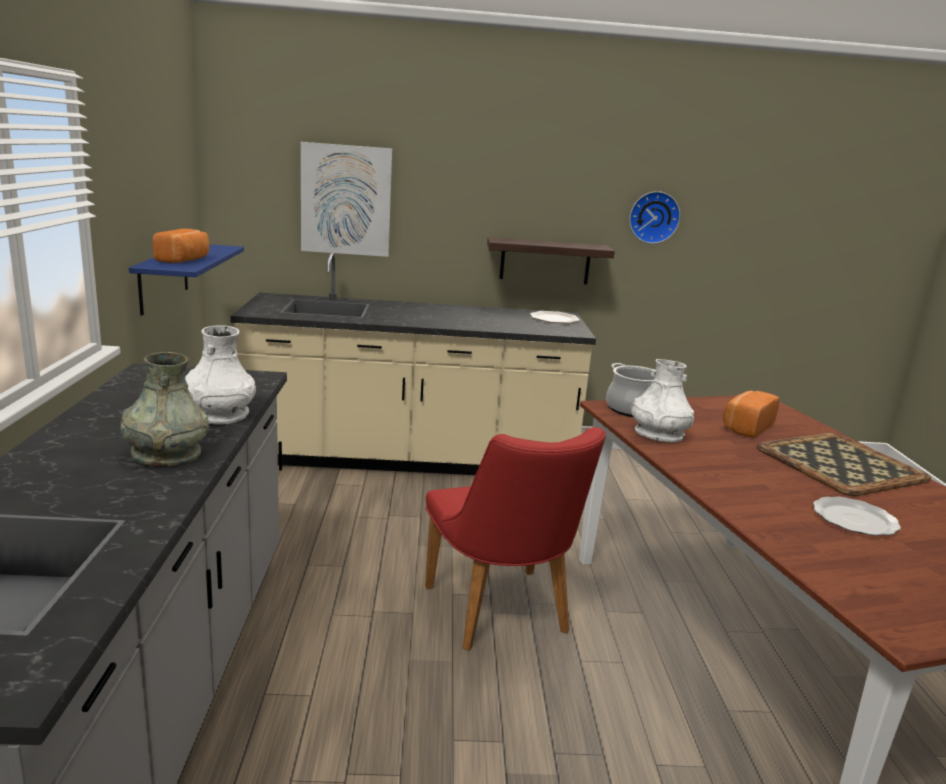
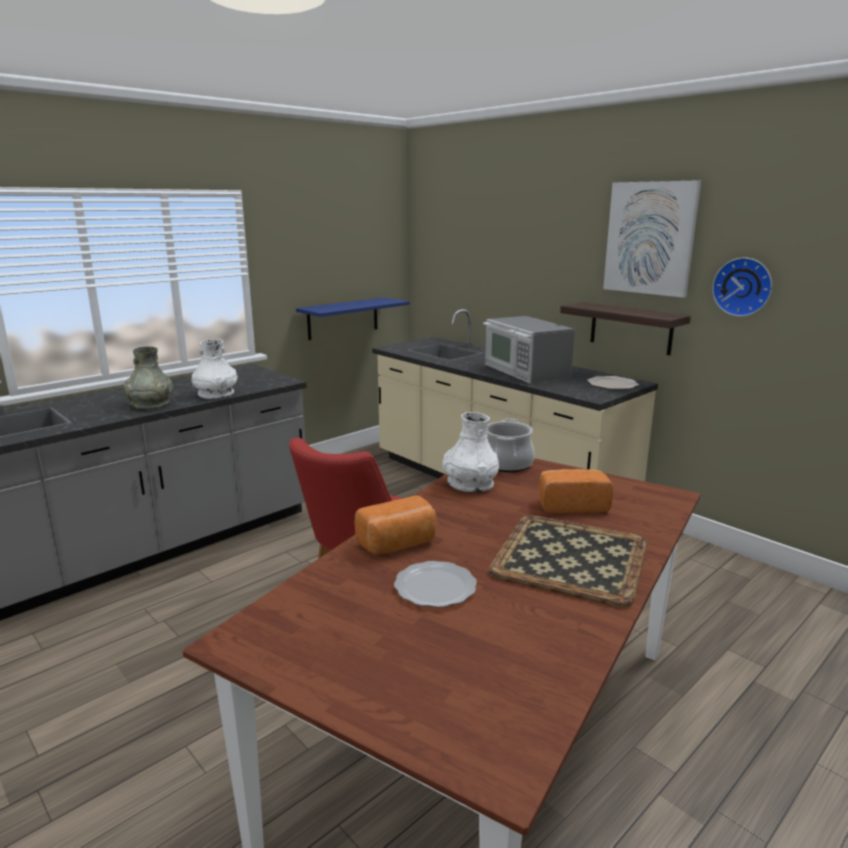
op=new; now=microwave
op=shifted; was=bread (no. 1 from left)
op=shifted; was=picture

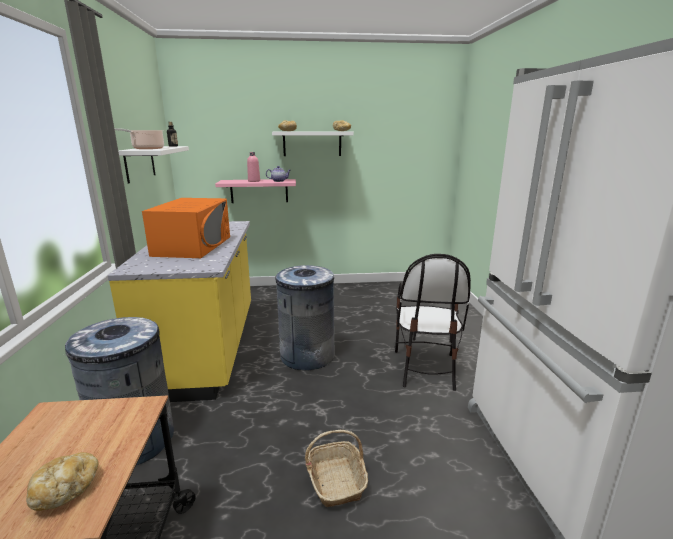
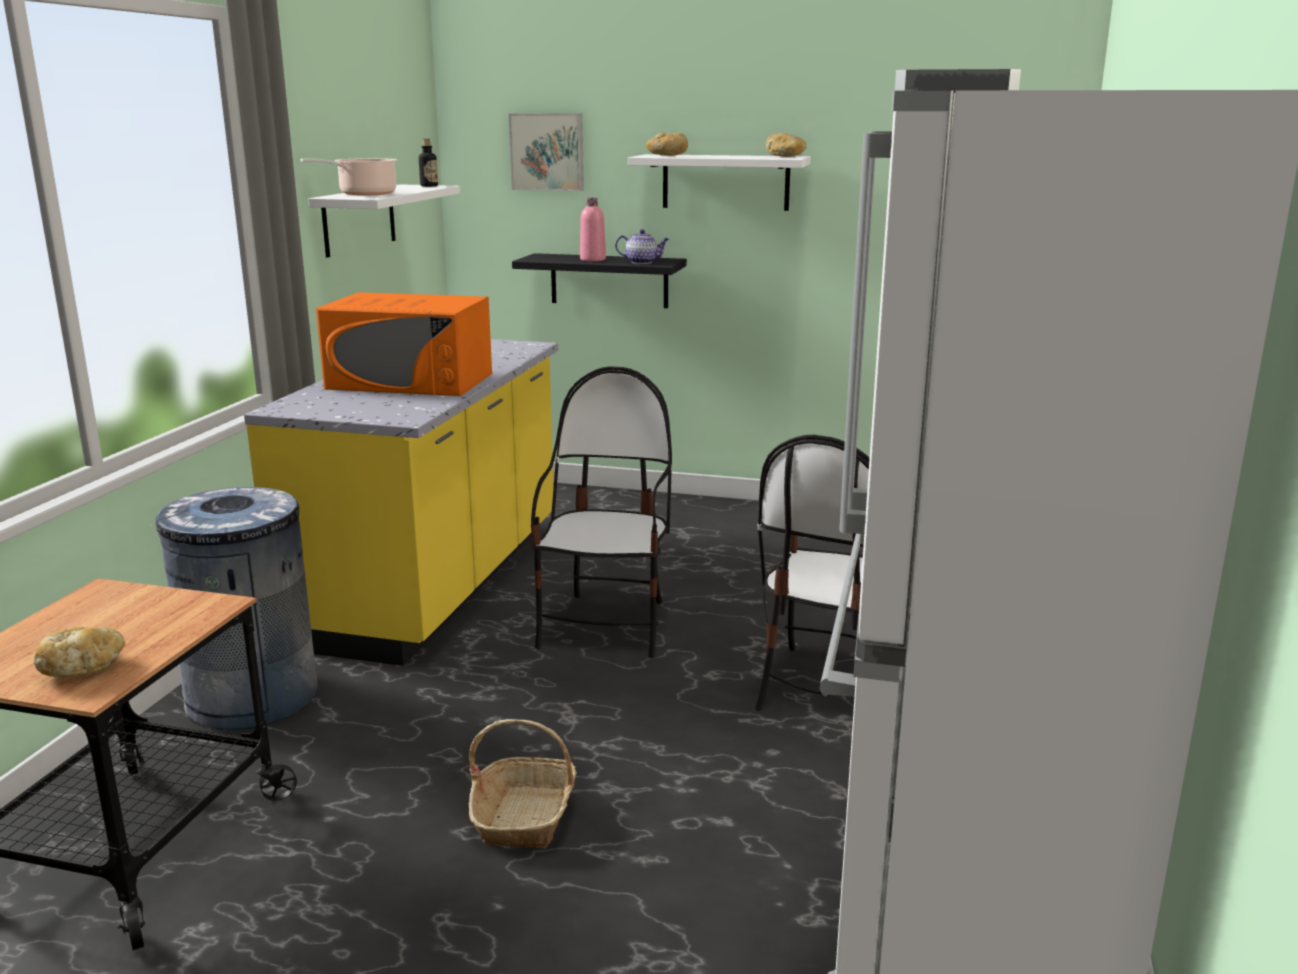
op=new; now=picture
op=swapped; was=trash can/grey (no. 2 from left); now=chair (no. 1 from left)
op=repainted; was=shelf/pink; now=shelf/black
op=rotated; was=microwave/orange; clockwise=75

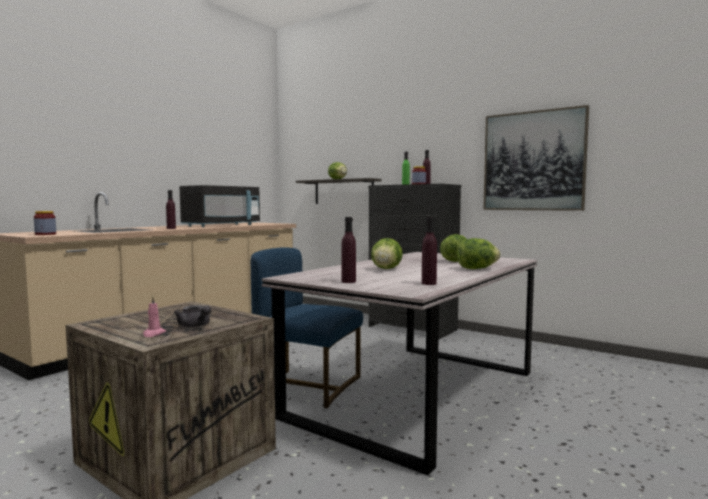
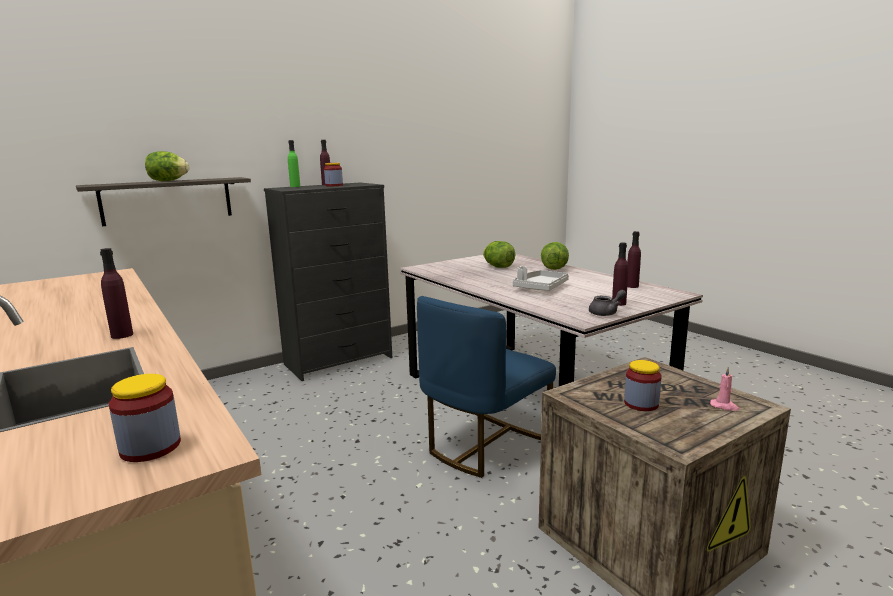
op=gone; was=microwave/black
op=gone; was=picture
op=new; now=jar (no. 3 from left)
op=shifted; was=teapot/grey
op=swapped; was=lettuce (no. 2 from left); now=tray/grey

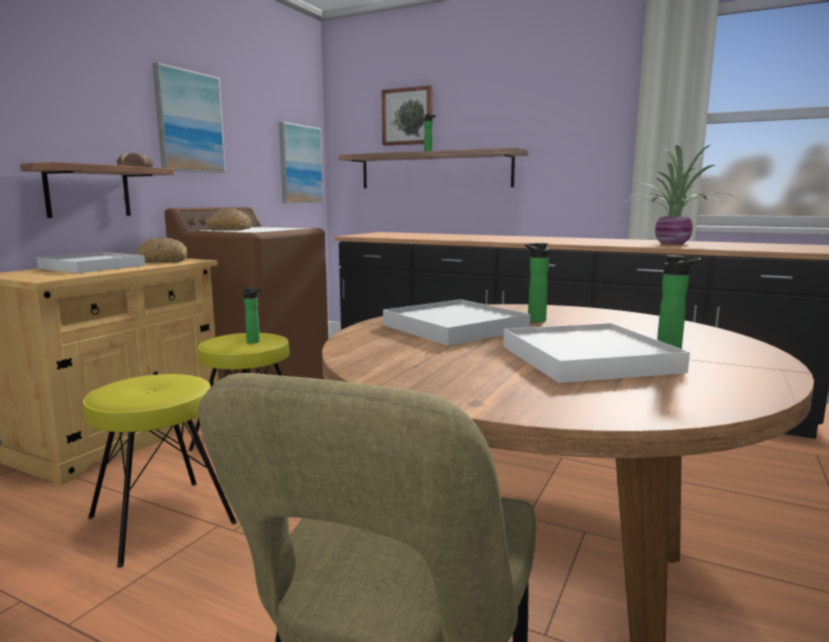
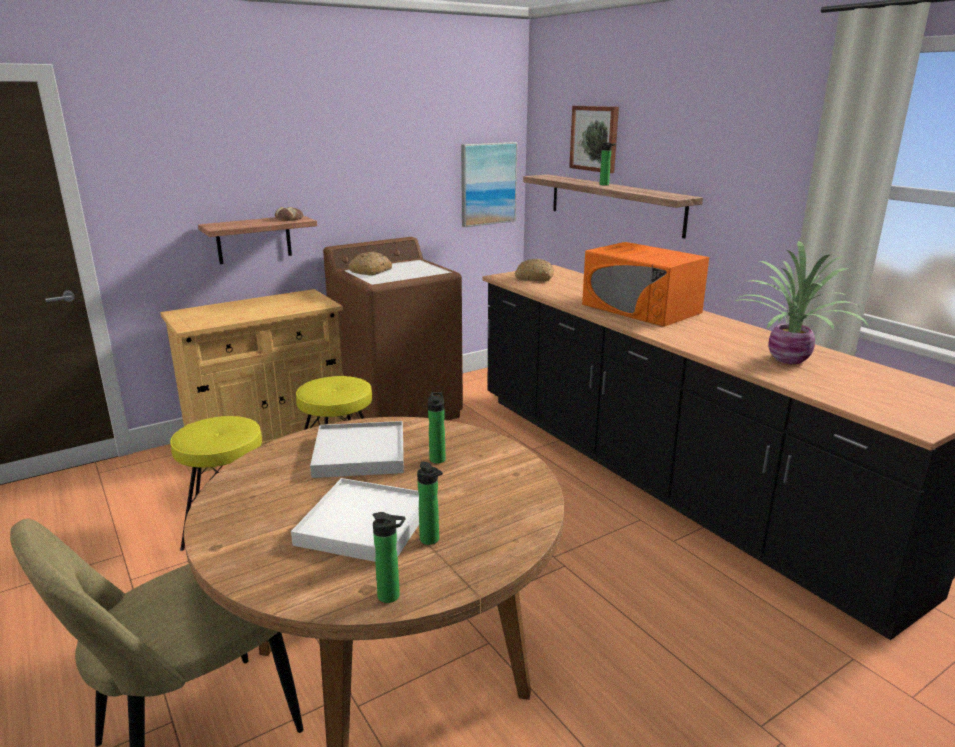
op=gone; was=tray/white (no. 1 from left)
op=gone; was=picture (no. 1 from left)
op=new; now=microwave/orange
op=shifted; was=bread (no. 2 from left in the first image); now=bread (no. 3 from left)
op=shifted; was=bottle (no. 1 from left)

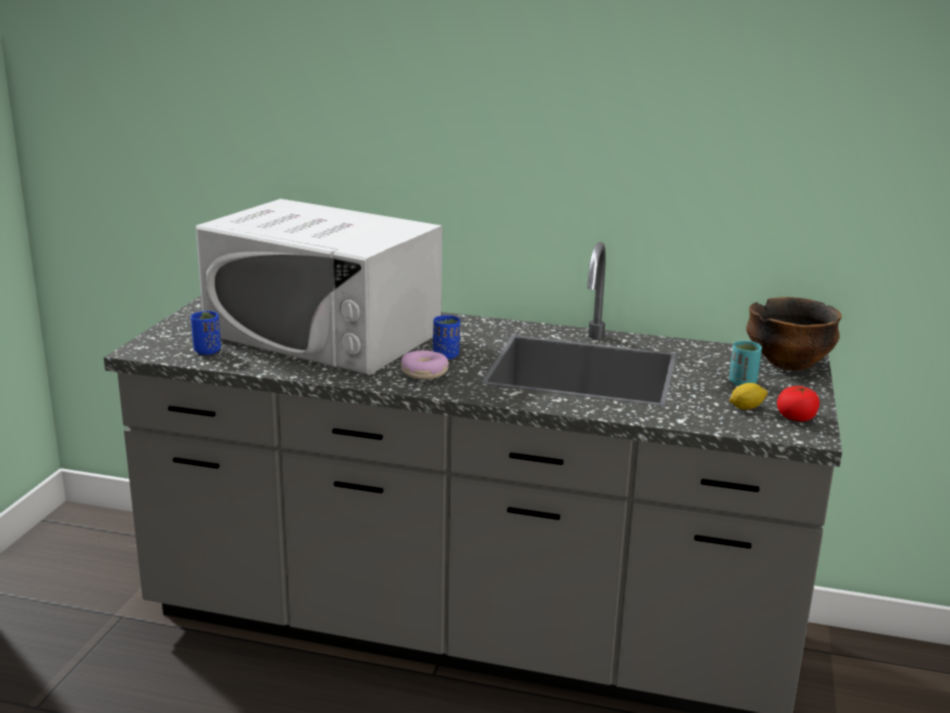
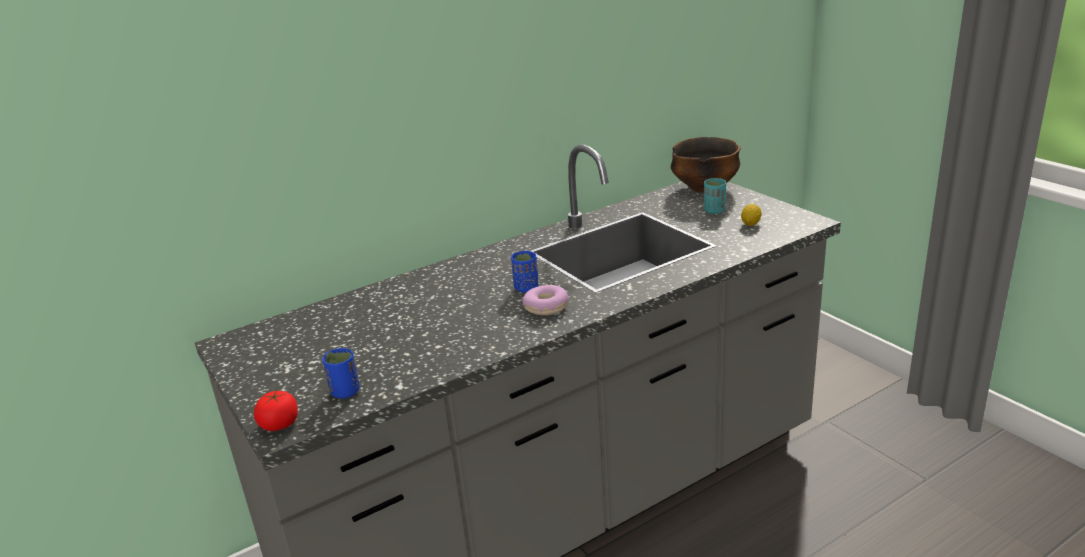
op=gone; was=microwave/white
op=shifted; was=tomato

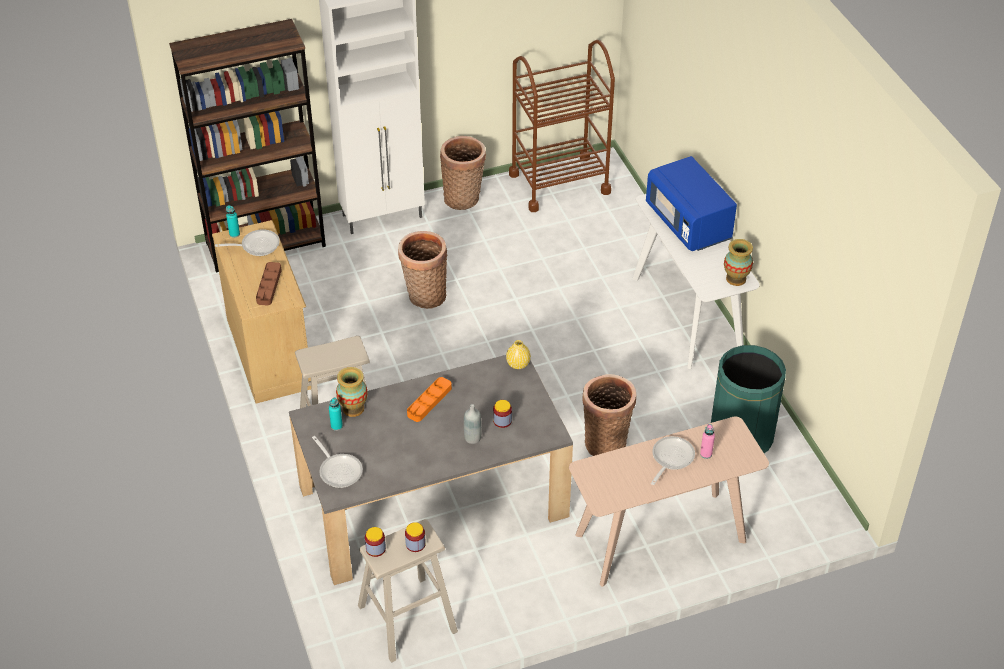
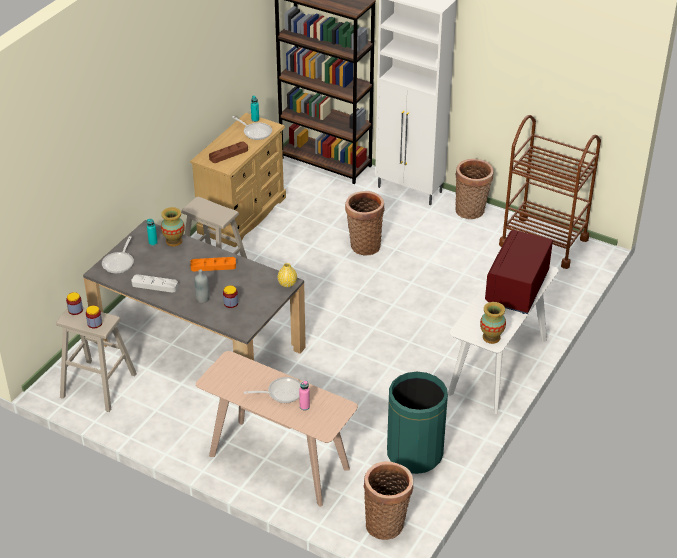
op=new; now=tray/grey
op=shifted; was=basket (no. 3 from left in the first image); now=basket (no. 2 from left)
op=repainted; was=microwave/blue; now=microwave/red

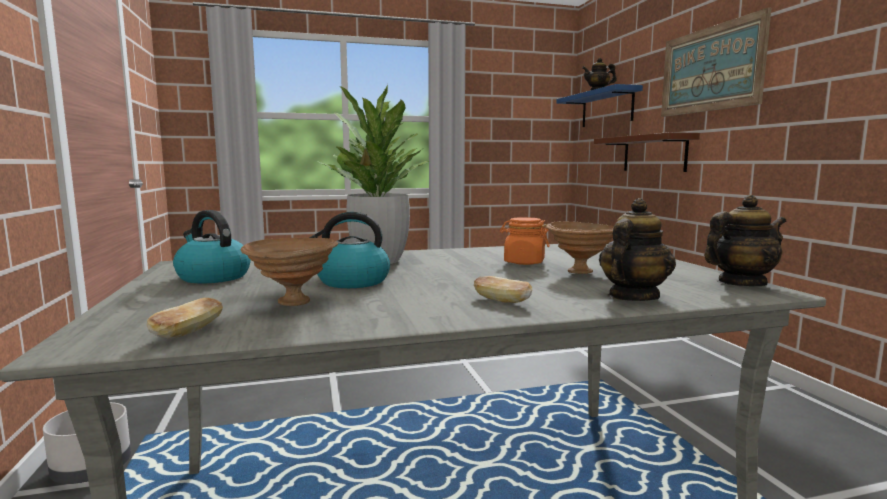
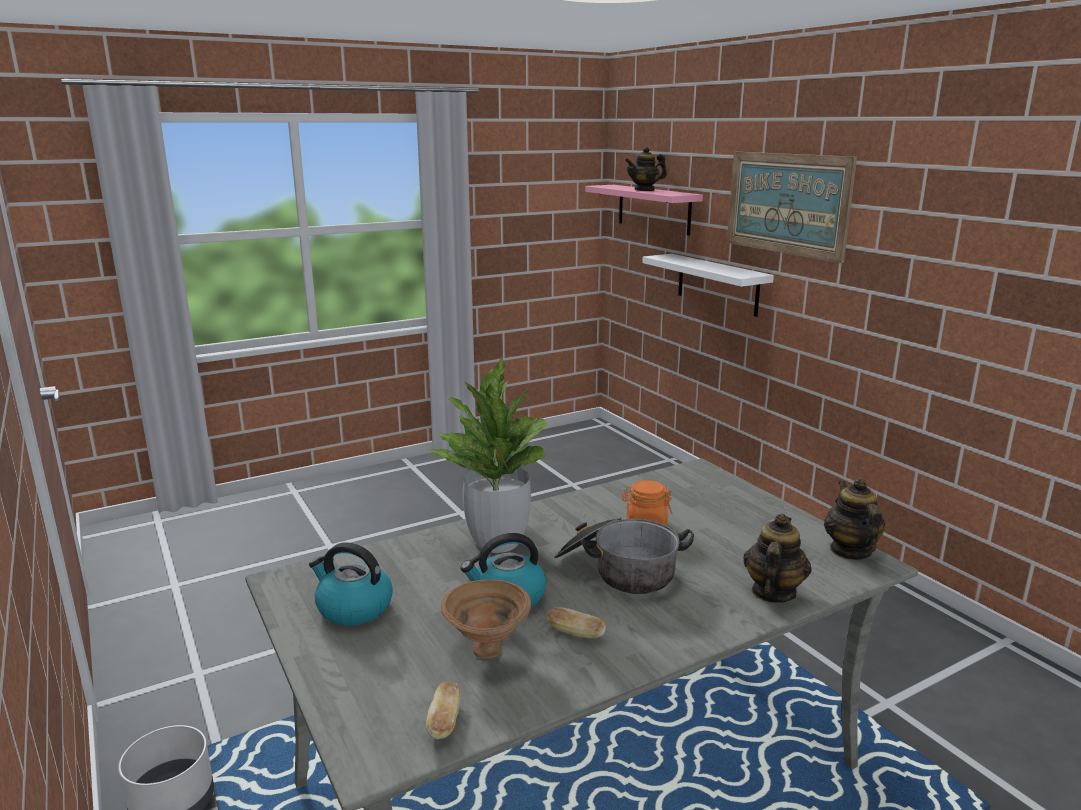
op=gone; was=bowl/brown (no. 2 from left)
op=new; now=cooking pot
op=shifted; was=bread (no. 2 from left)
op=repainted; was=shelf/blue; now=shelf/pink
op=repainted; was=shelf/brown; now=shelf/white
op=rotated; was=teapot (no. 3 from left); clockwise=-60

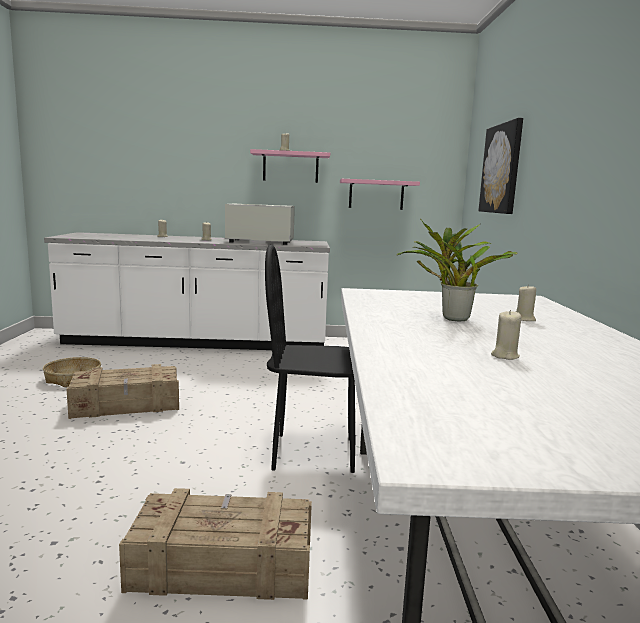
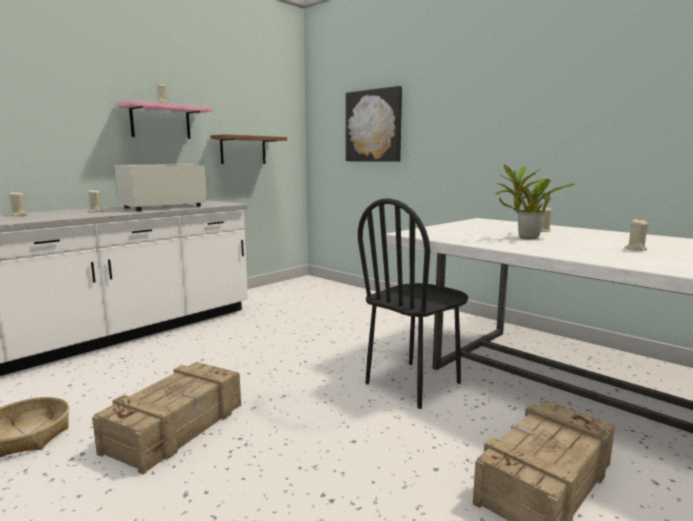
op=repainted; was=shelf/pink (no. 2 from left); now=shelf/brown

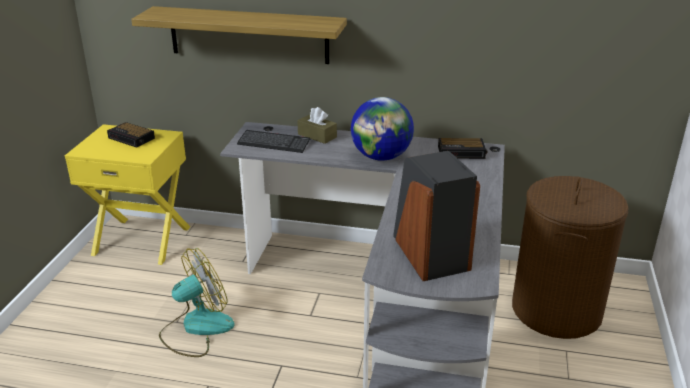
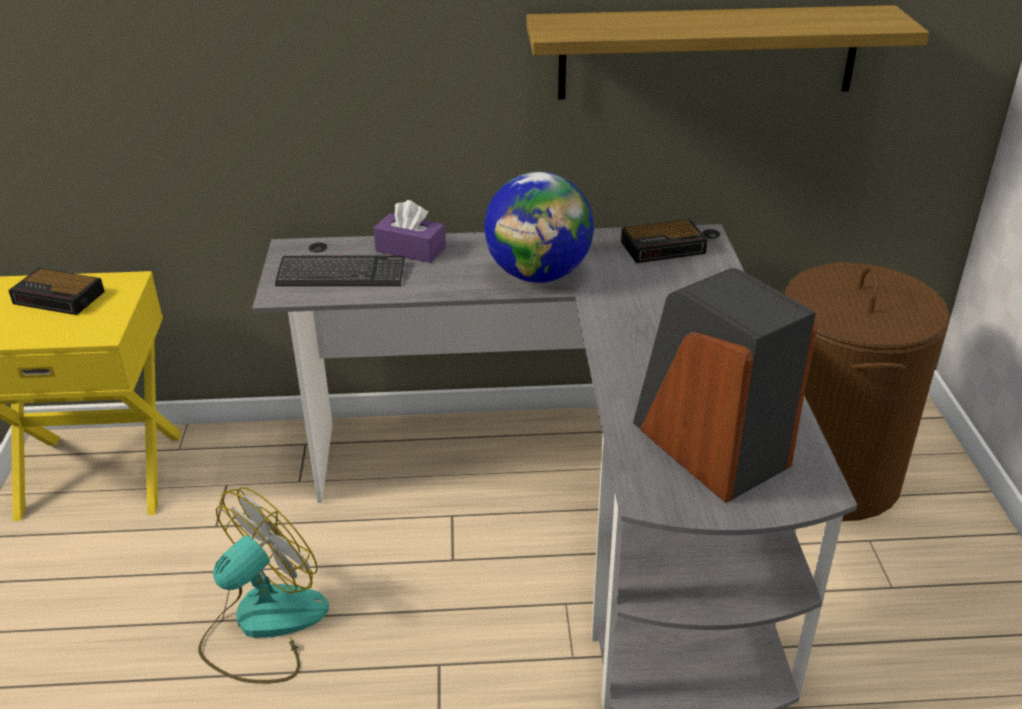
op=shifted; was=shelf
op=repainted; was=tissue box/brown; now=tissue box/purple

